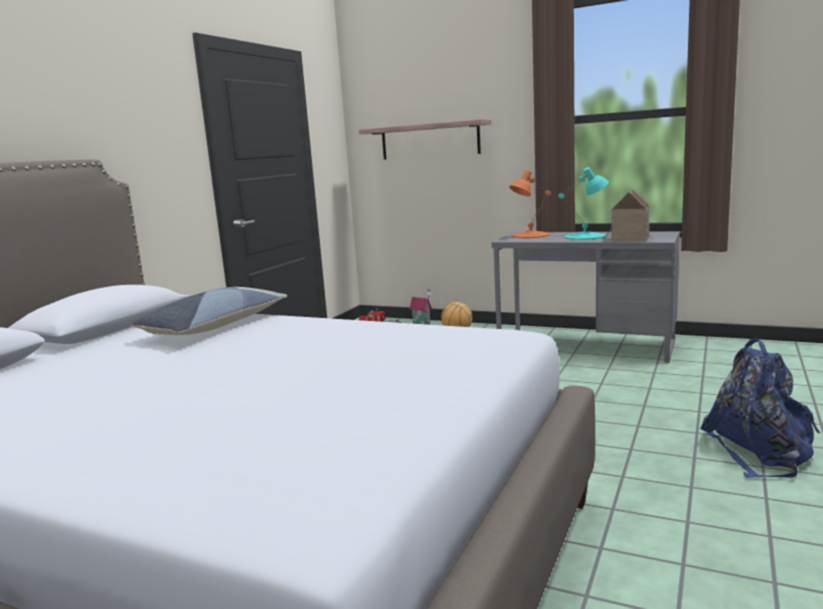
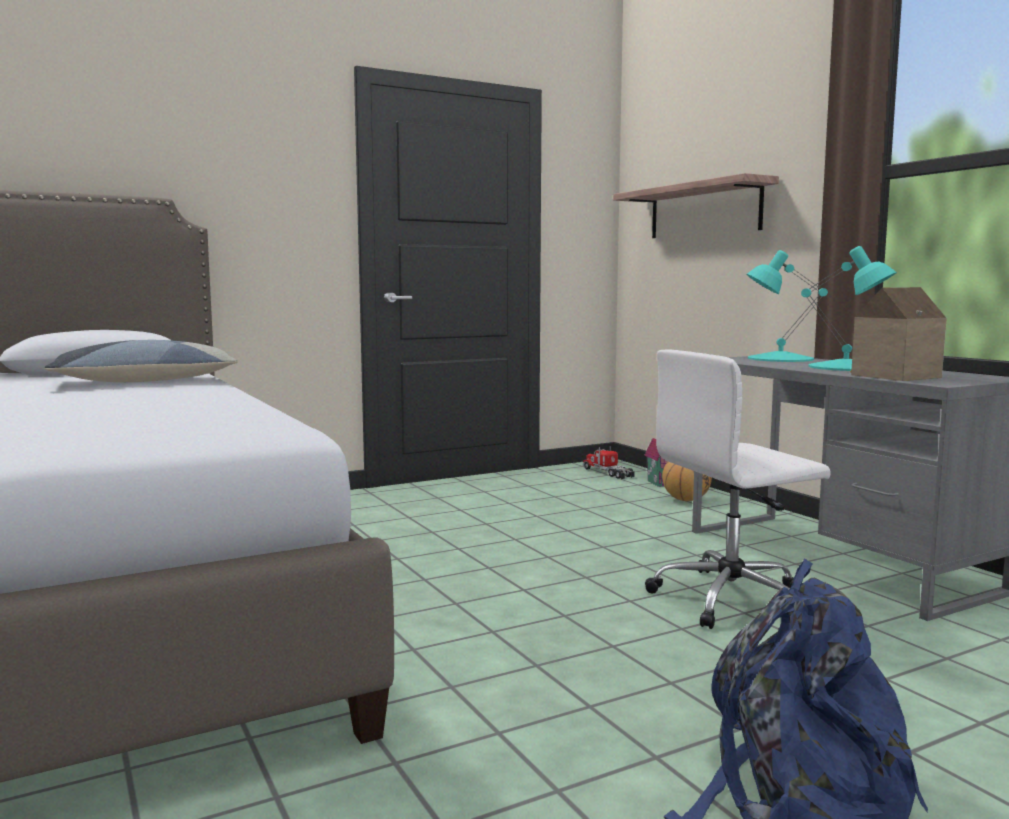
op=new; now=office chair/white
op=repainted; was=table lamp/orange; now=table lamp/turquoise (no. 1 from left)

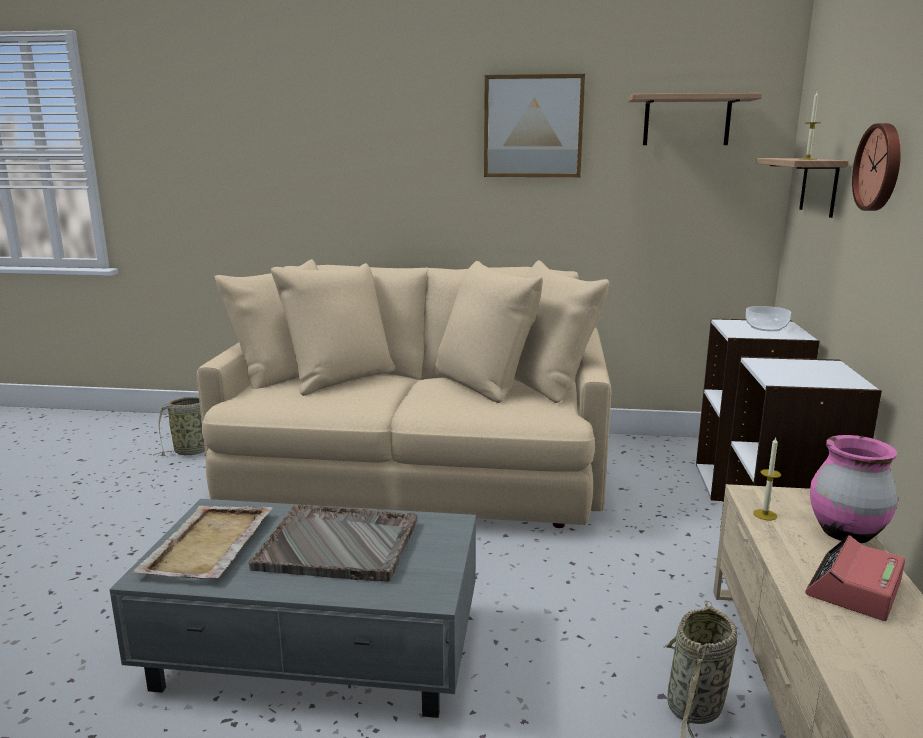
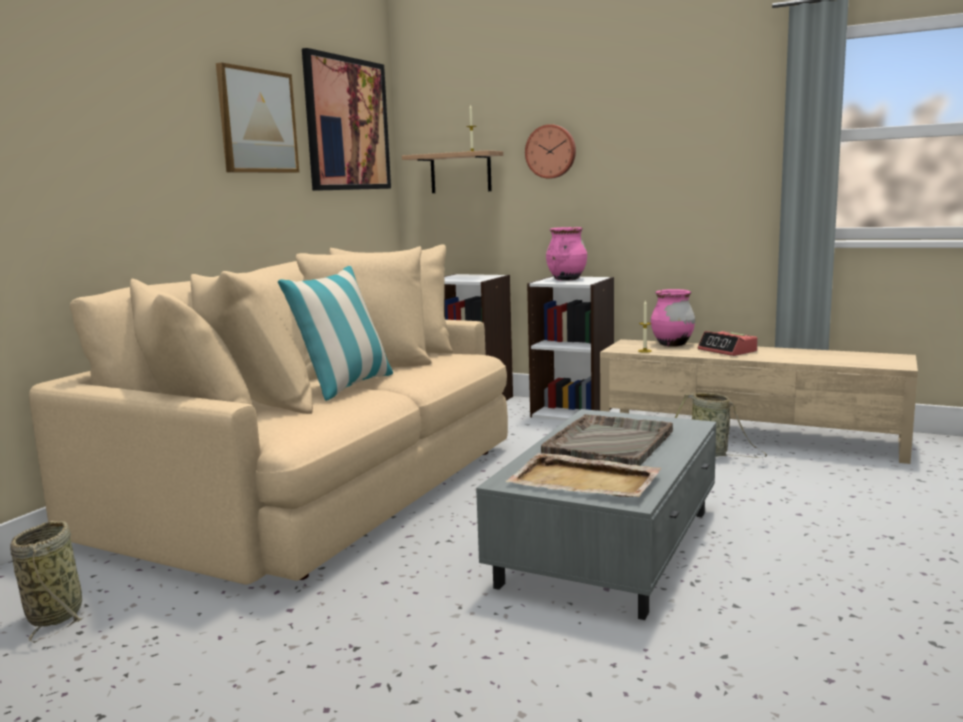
op=gone; was=bowl
op=new; now=pillow
op=new; now=vase/pink (no. 1 from left)
op=swapped; was=shelf (no. 1 from left); now=picture (no. 2 from left)

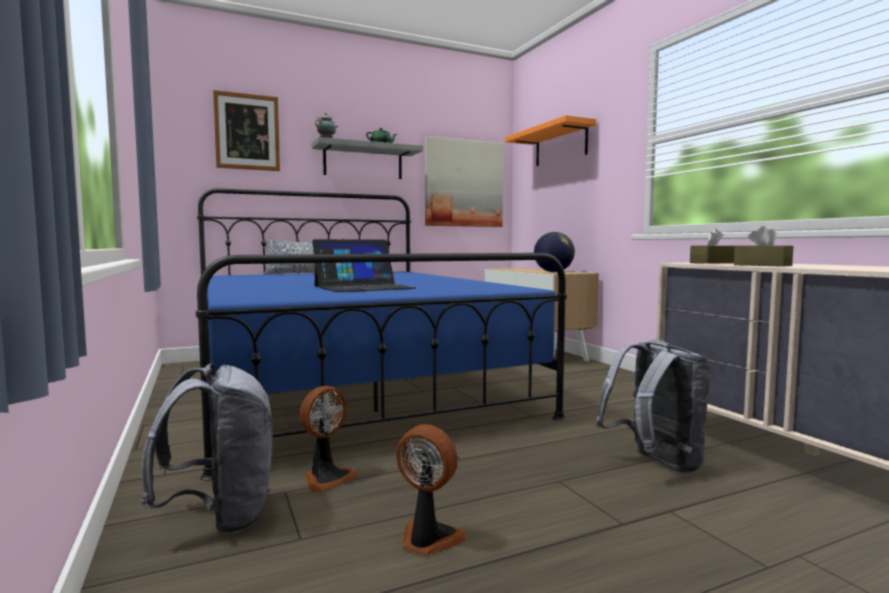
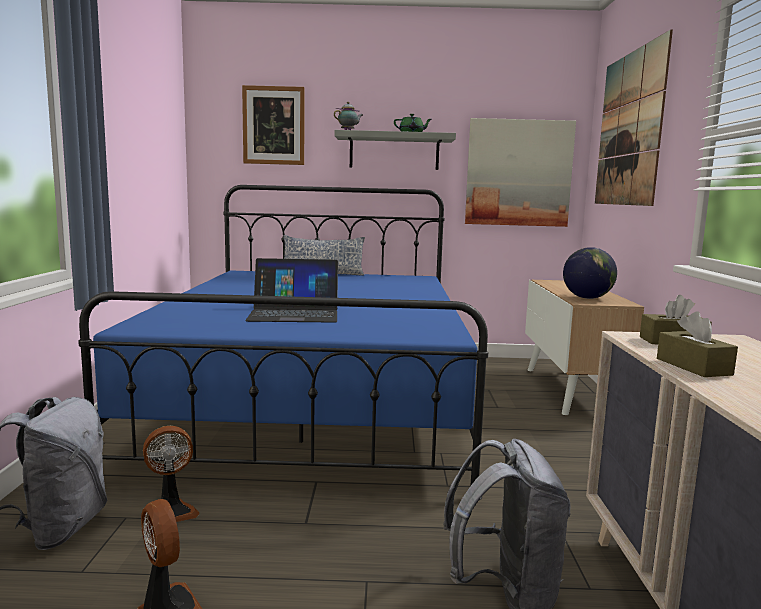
op=swapped; was=shelf/orange; now=picture (no. 3 from left)

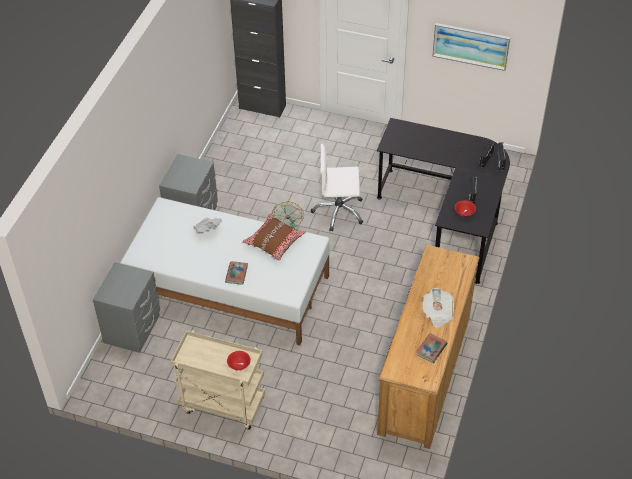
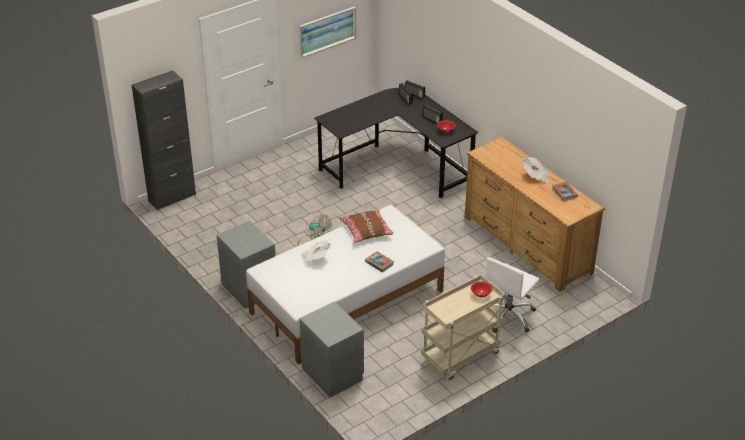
op=shifted; was=office chair/white

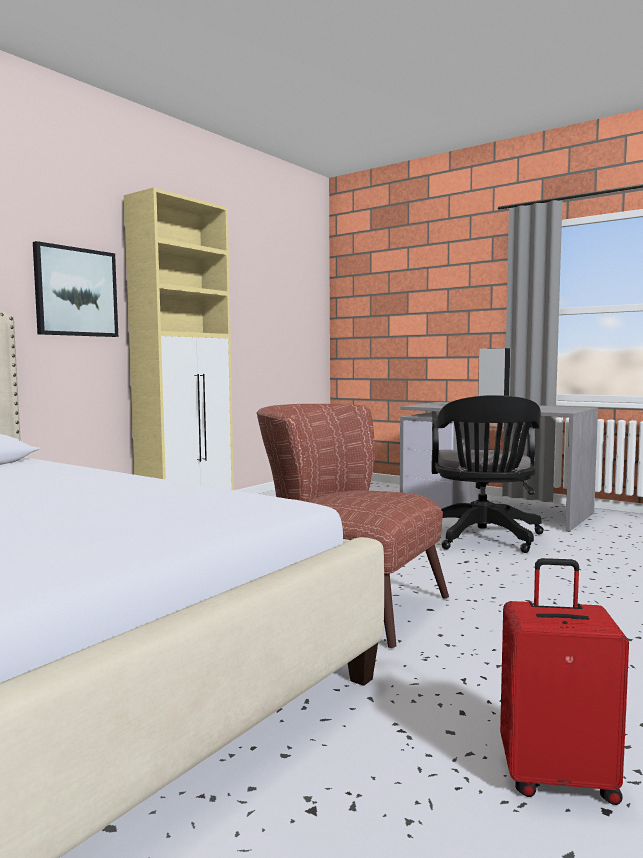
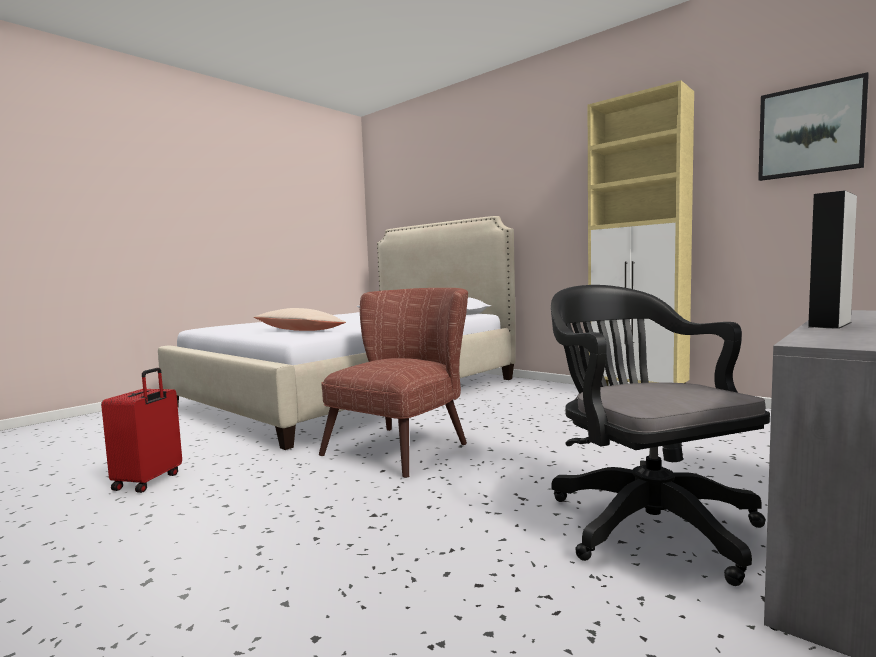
op=new; now=pillow/beige
op=shifted; was=picture
op=rotated; was=office chair/black; clockwise=60

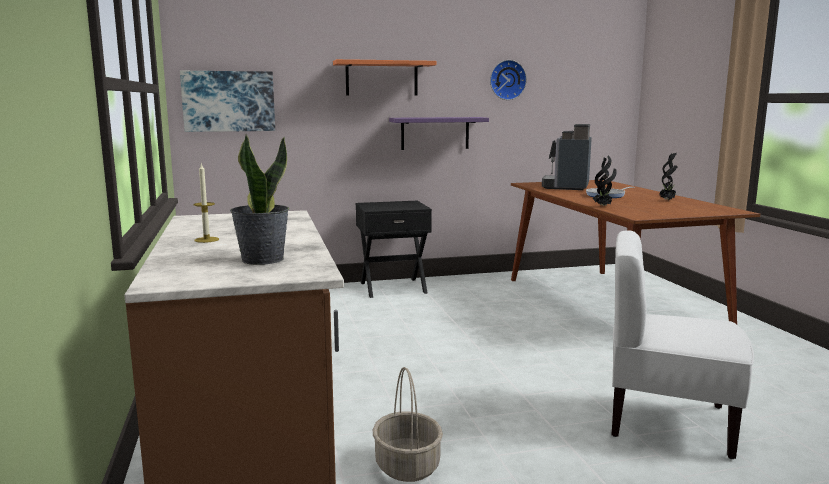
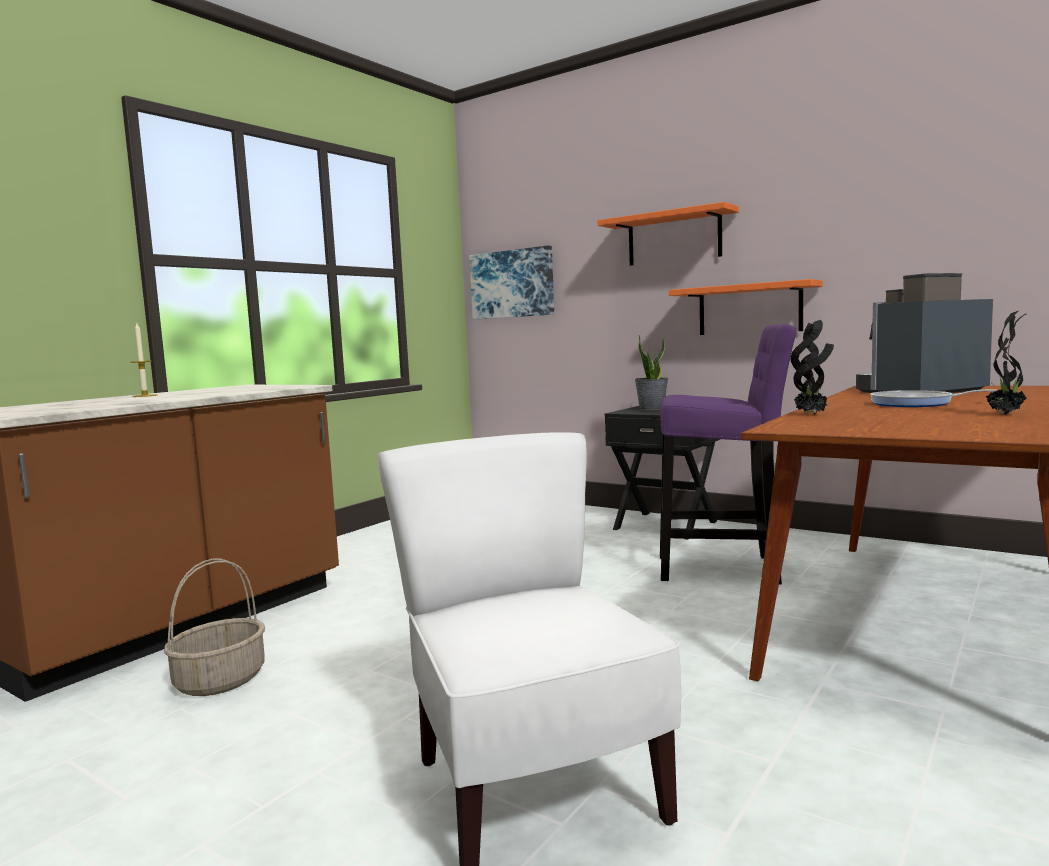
op=gone; was=wall clock
op=new; now=stool/purple
op=shifted; was=potted plant (no. 1 from left)
op=repainted; was=shelf/purple; now=shelf/orange (no. 2 from left)

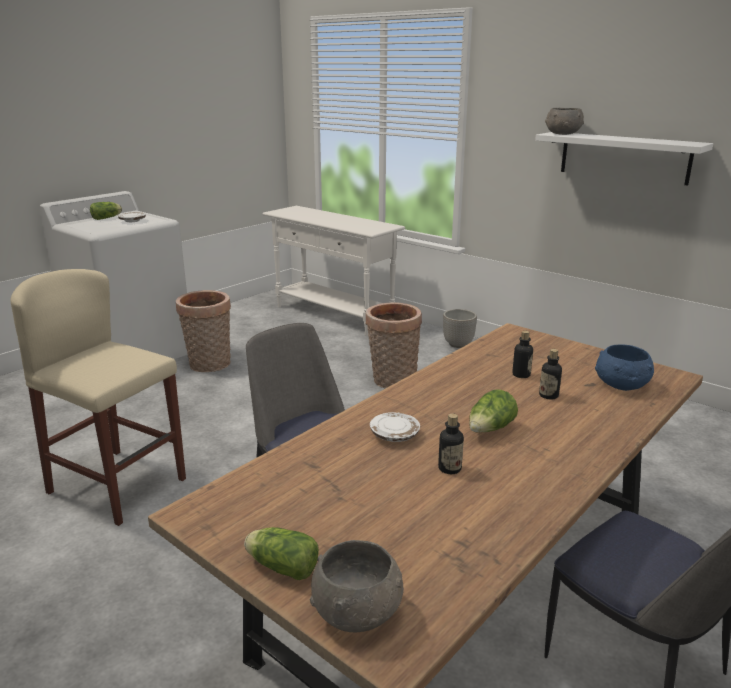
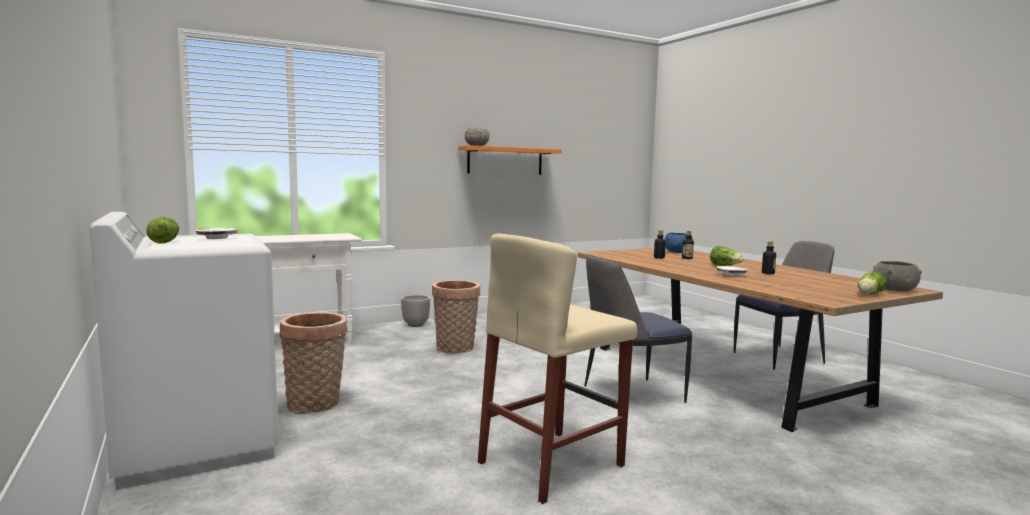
op=repainted; was=shelf/white; now=shelf/orange

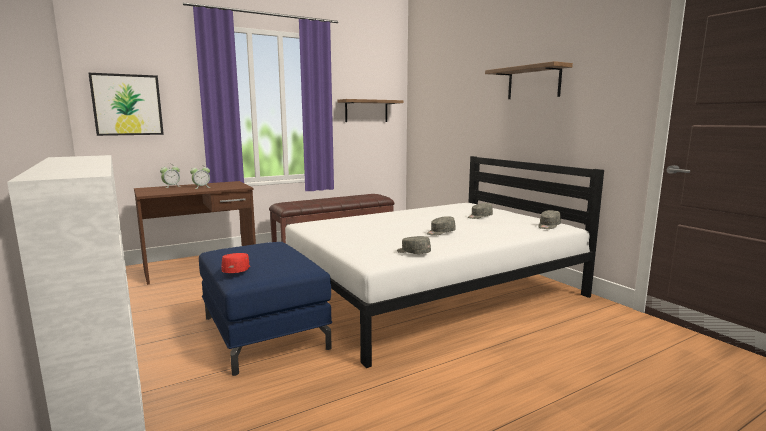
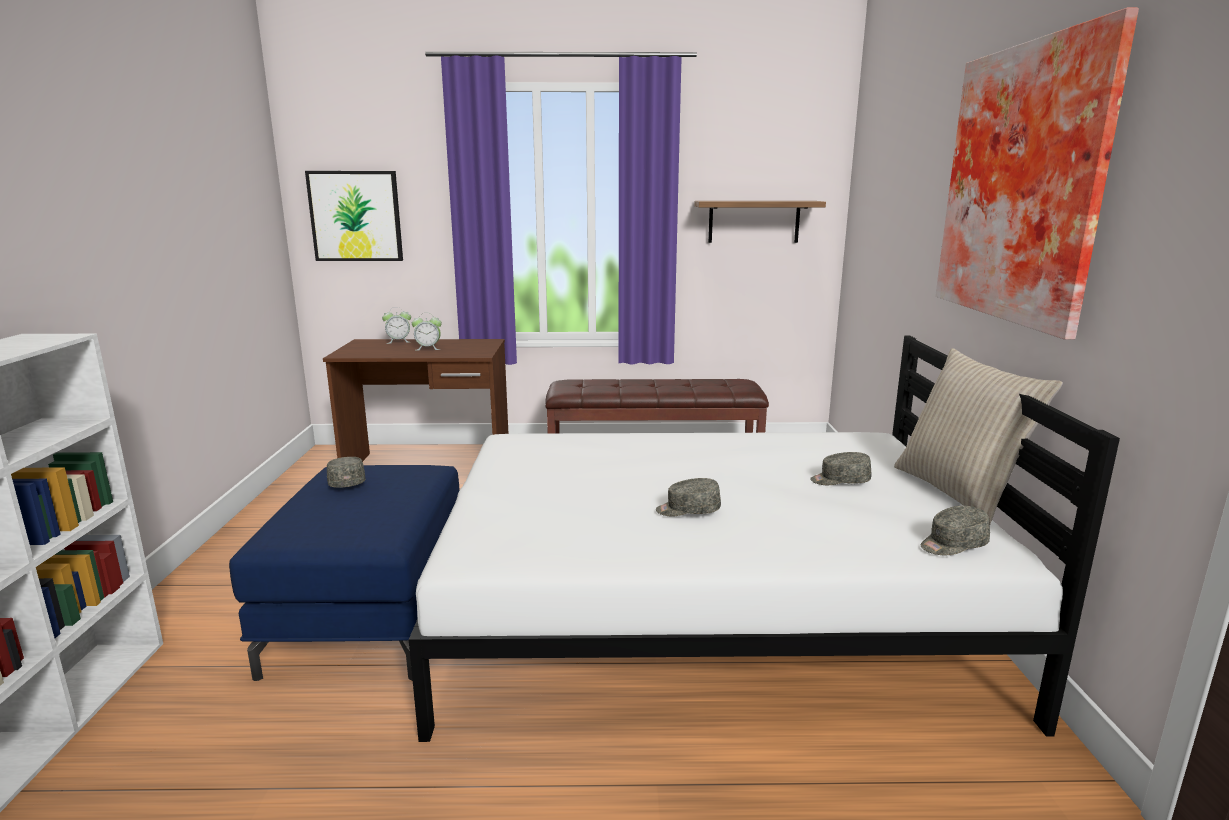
op=gone; was=cap/red
op=new; now=pillow/beige
op=shifted; was=cap/grey (no. 1 from left)
op=swapped; was=shelf (no. 2 from left); now=picture (no. 2 from left)

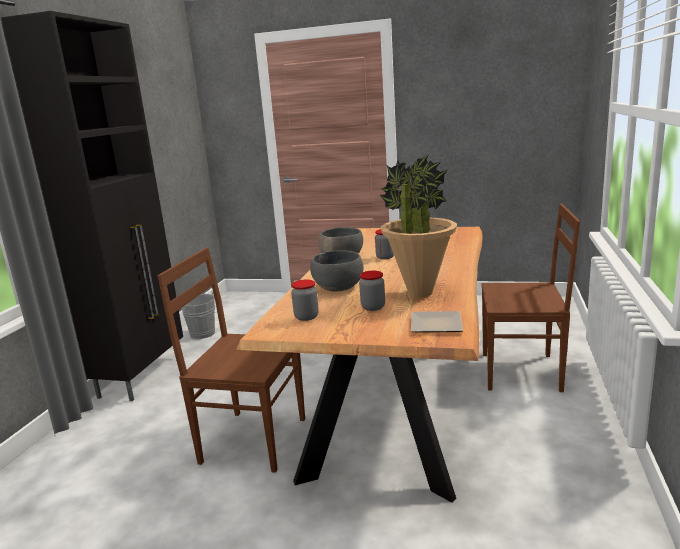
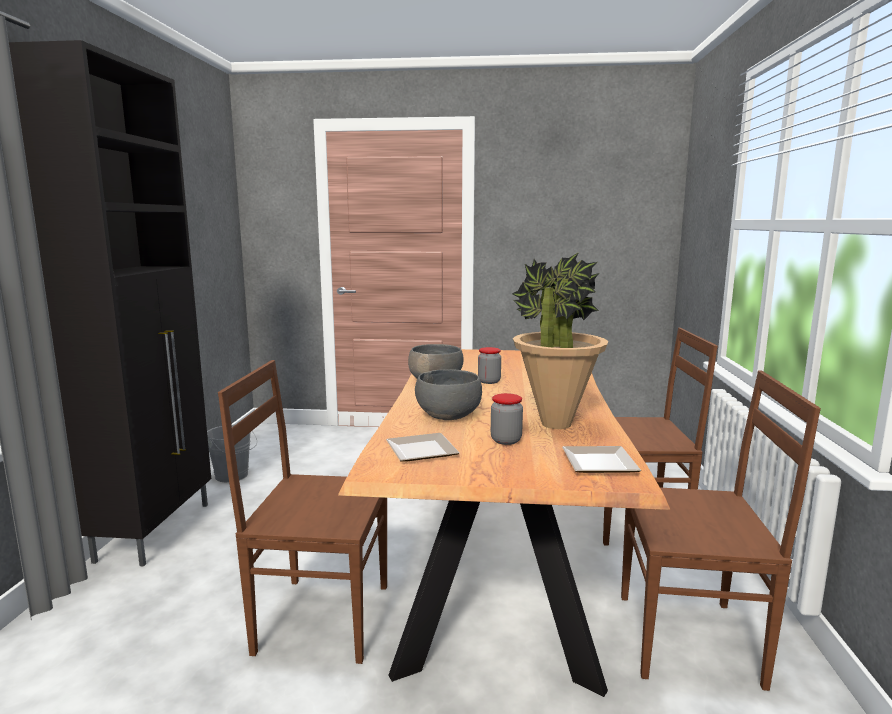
op=new; now=chair/brown (no. 3 from left)
op=swapped; was=jar (no. 1 from left); now=plate (no. 1 from left)

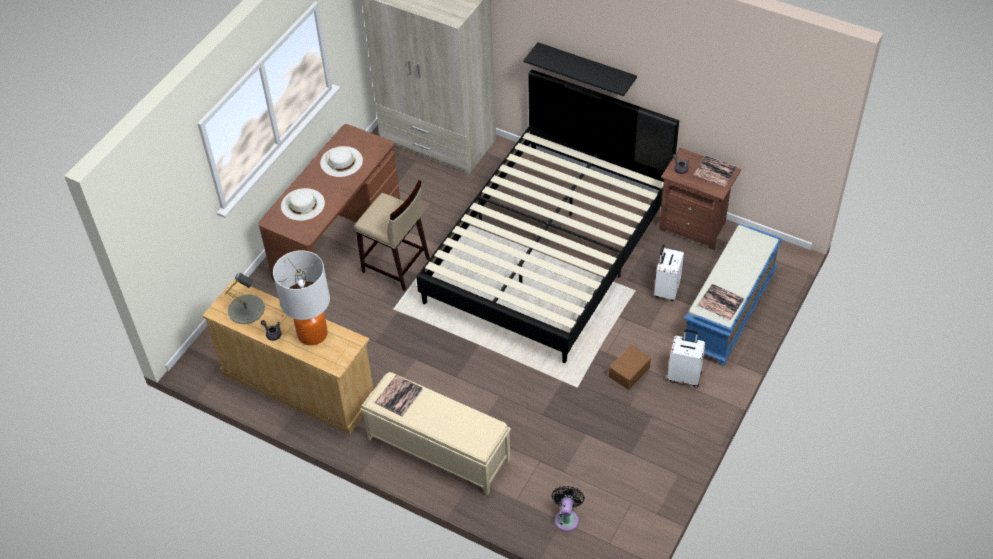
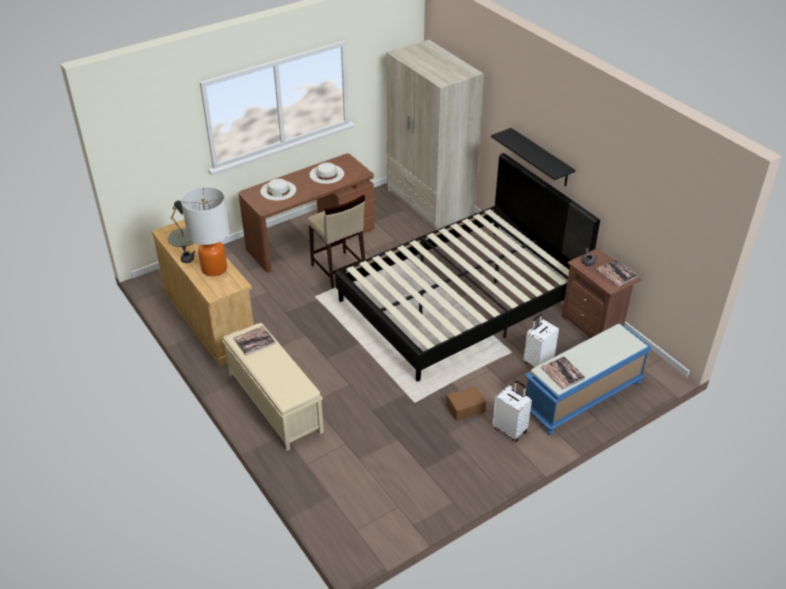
op=gone; was=fan/black

